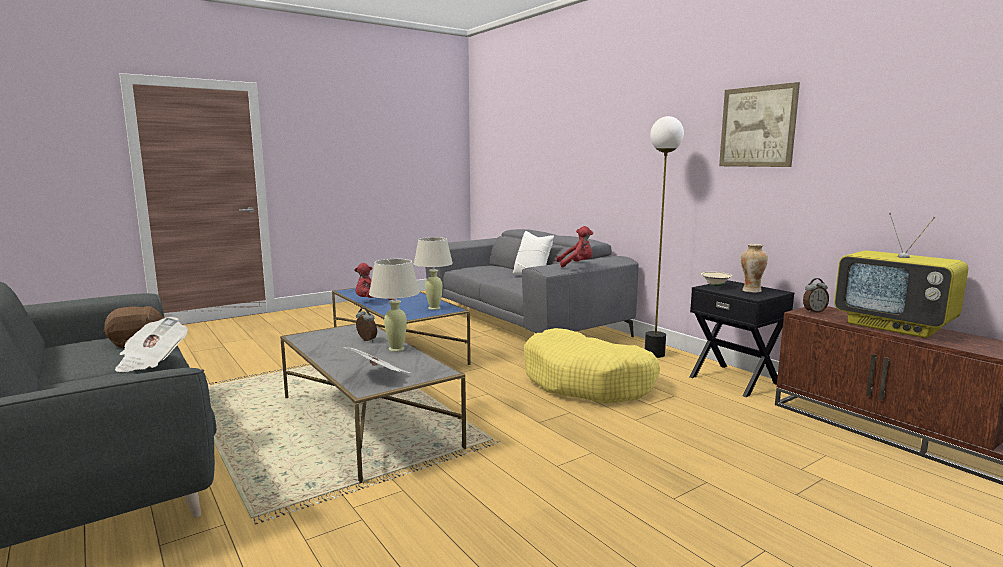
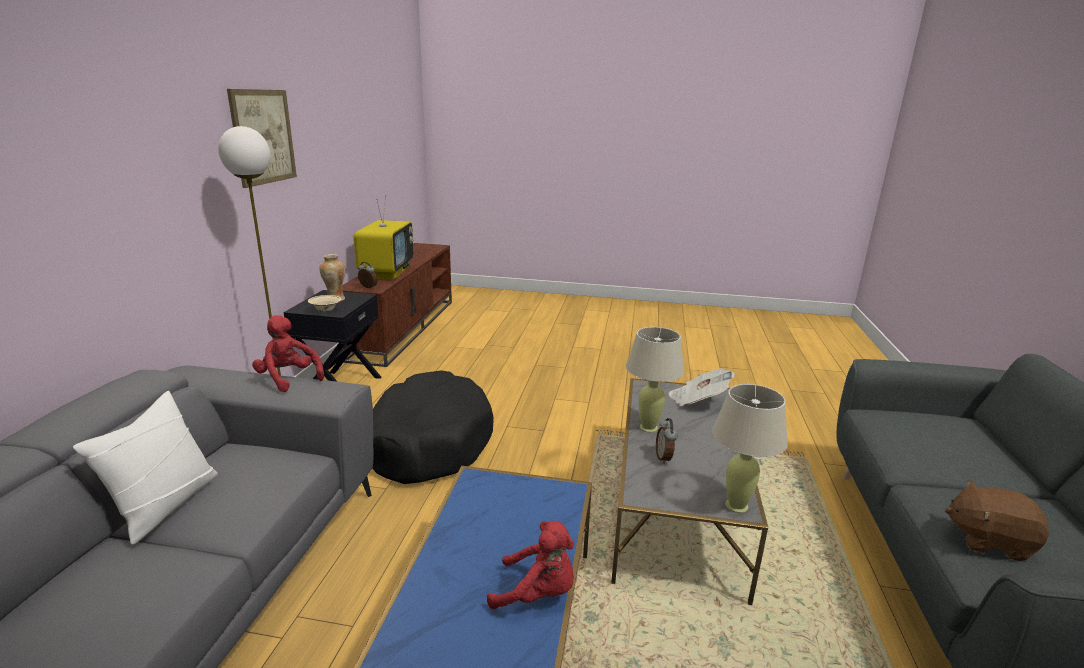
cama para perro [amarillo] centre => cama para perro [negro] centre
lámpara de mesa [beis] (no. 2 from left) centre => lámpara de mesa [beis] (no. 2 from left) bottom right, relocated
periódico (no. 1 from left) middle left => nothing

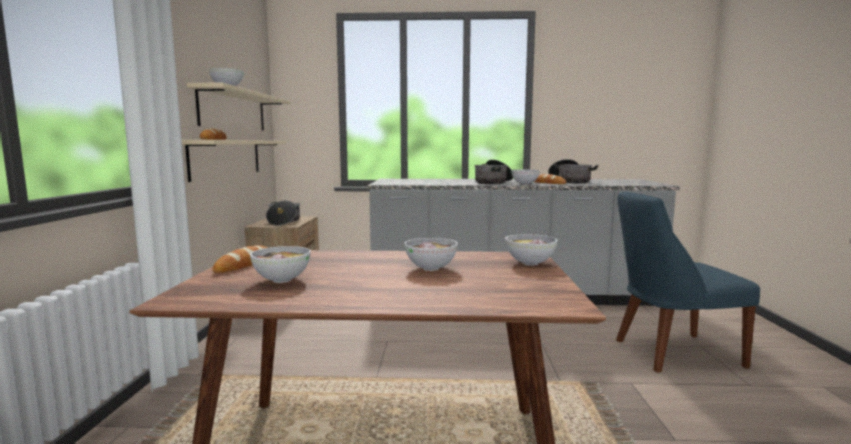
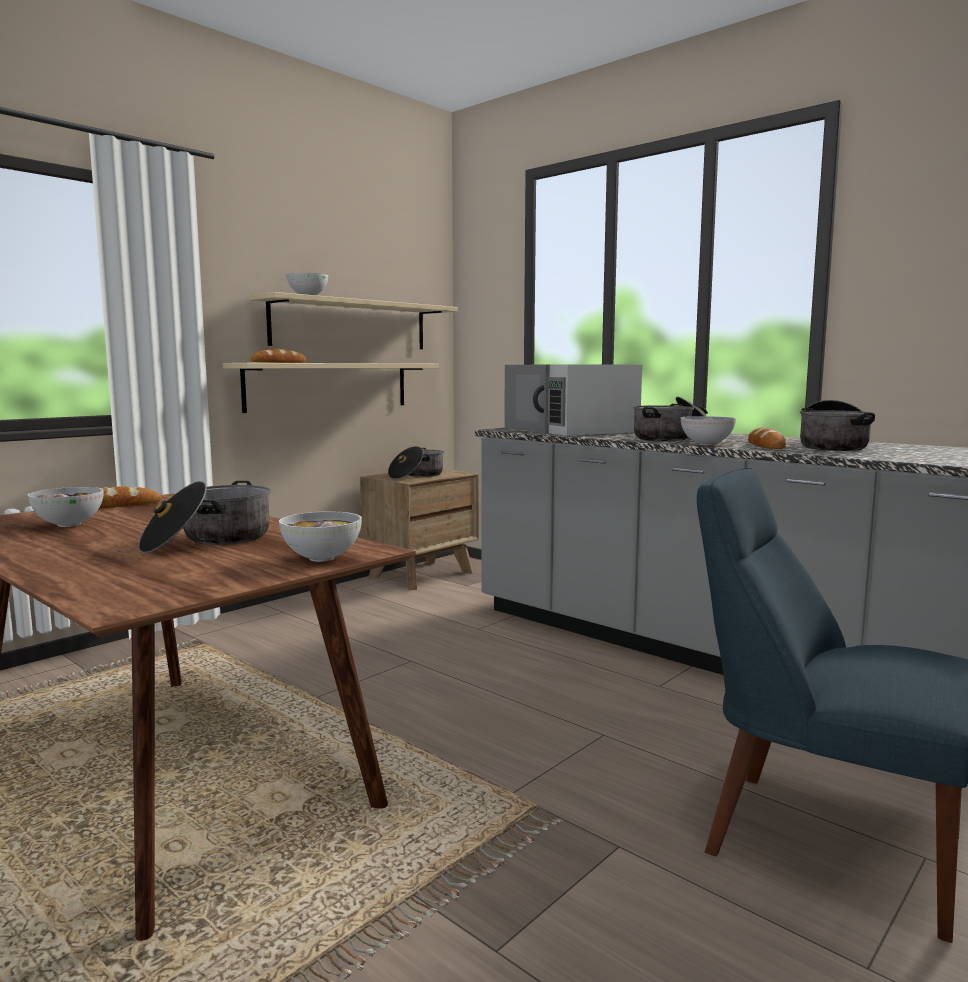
cuenco (no. 3 from left) centre => olla (no. 1 from left) middle left
nothing => microondas [blanco] centre

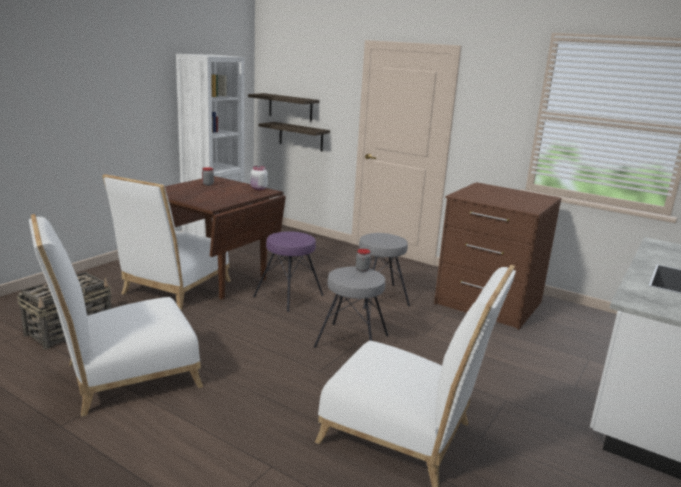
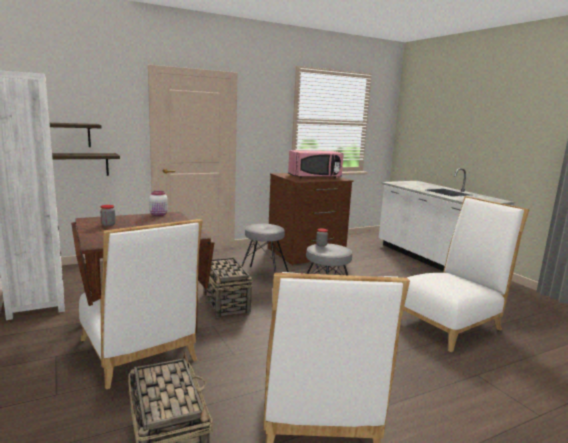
taburete [morado] centre => cesta (no. 2 from left) centre
nothing => microondas [rosa] centre

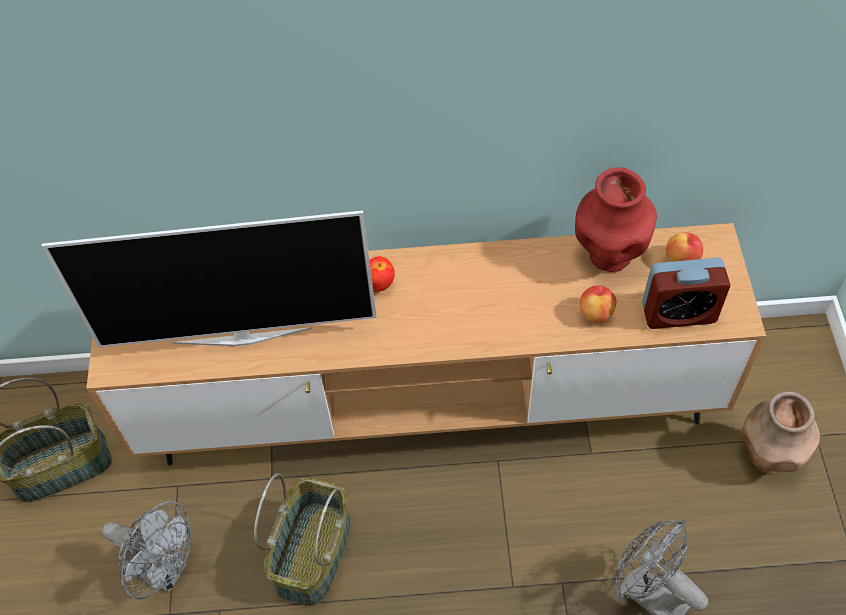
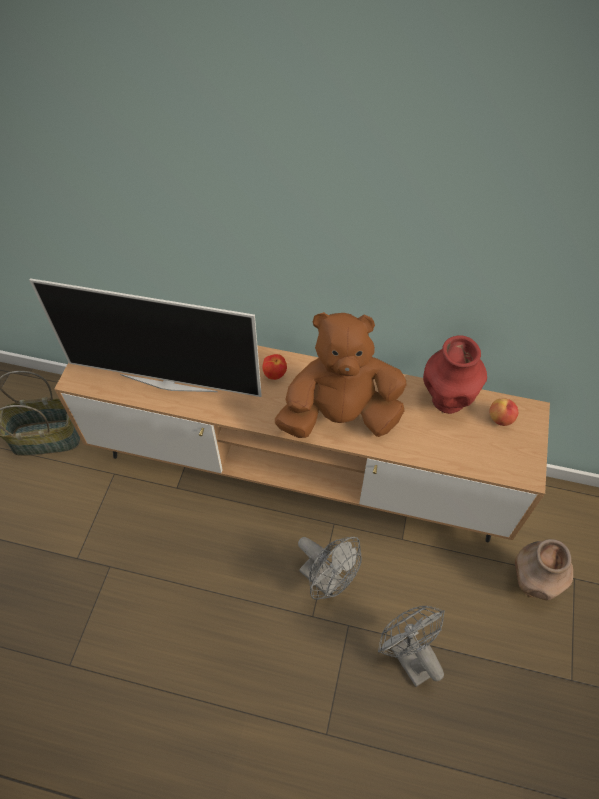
nothing => peluche [marrón] centre
ventilador [gris] (no. 1 from left) bottom left => ventilador [gris] (no. 1 from left) bottom centre, relocated
cesta (no. 2 from left) bottom centre => nothing
manzana (no. 2 from left) middle right => nothing
despertador middle right => nothing

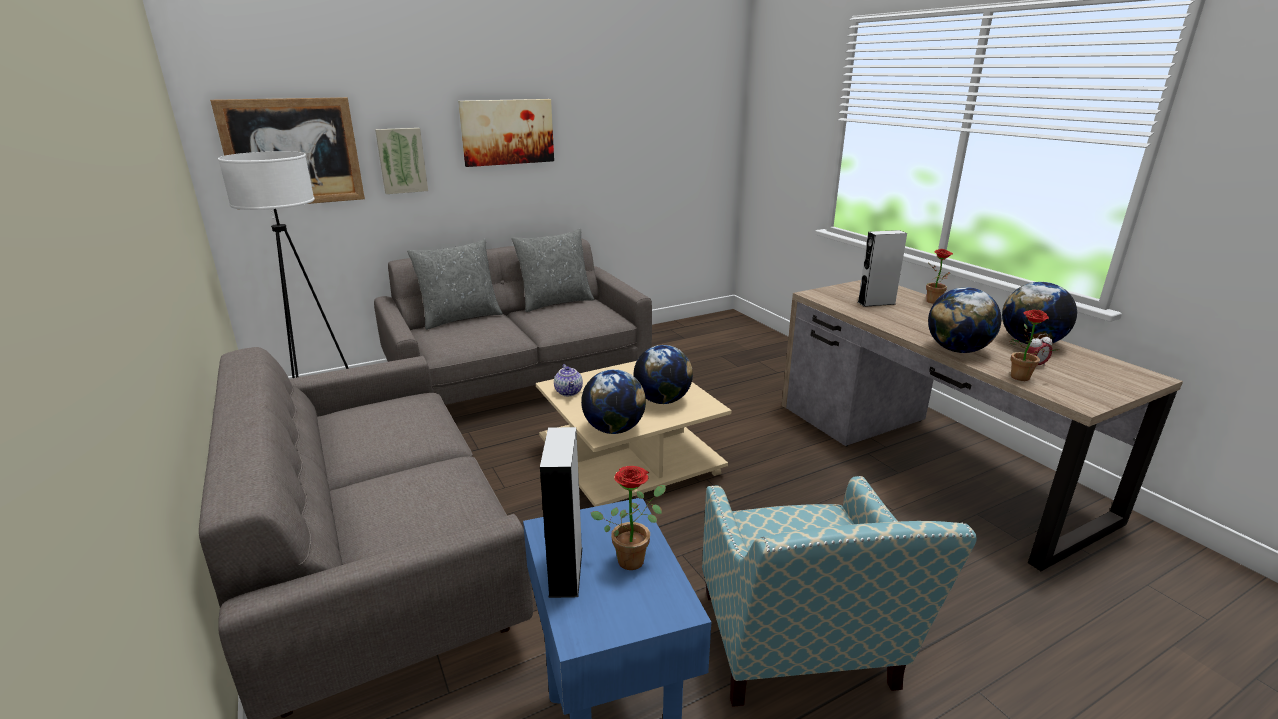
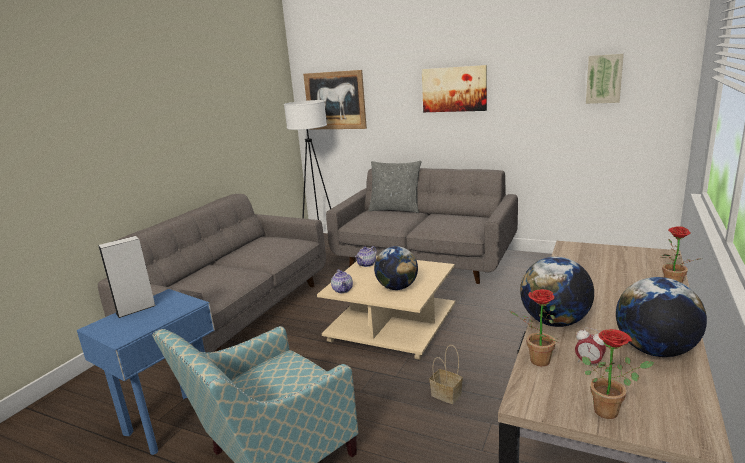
globo terráqueo (no. 1 from left) centre => tetera (no. 1 from left) centre
nothing => cesta bottom centre
planta en maceta (no. 1 from left in the first image) bottom centre => planta en maceta (no. 2 from left) bottom right, relocated
cuadro (no. 2 from left in the first image) top left => cuadro (no. 3 from left) top right, relocated
cojín [gris] (no. 2 from left) centre => nothing
altavoz [gris] (no. 2 from left) middle right => nothing

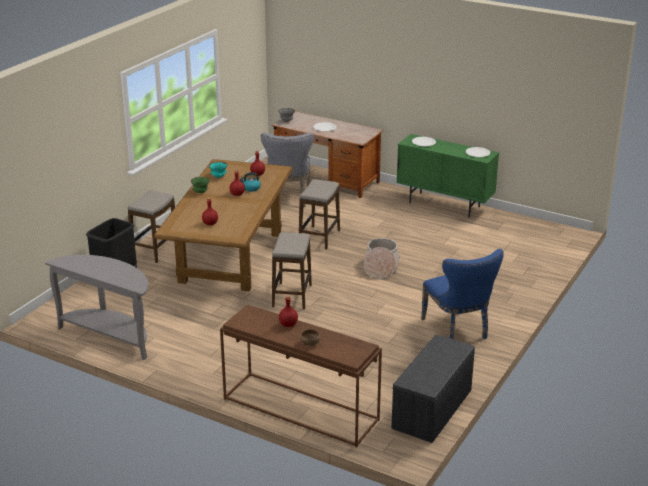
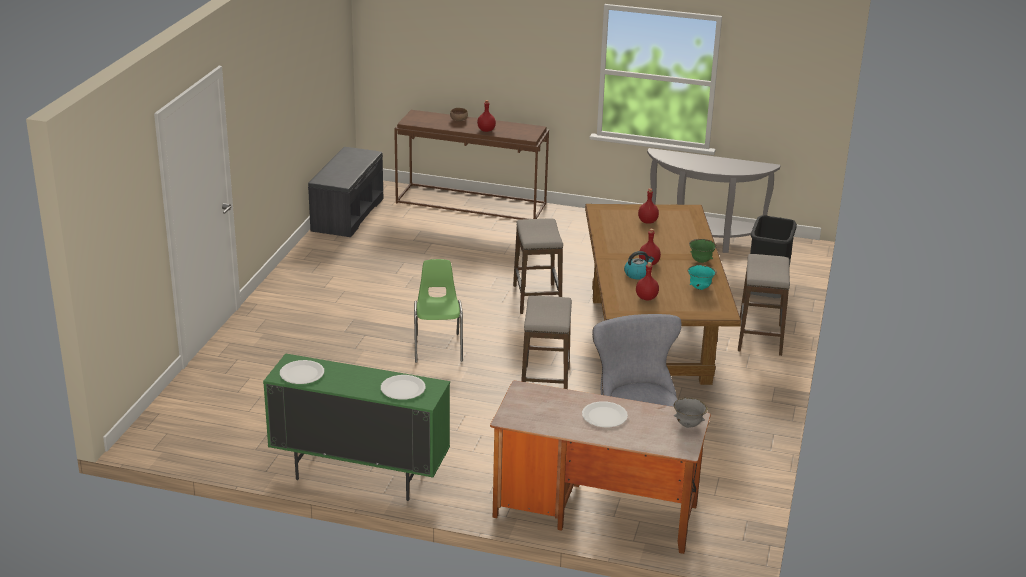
cesta centre => silla [verde] centre
silla [azul] middle right => nothing

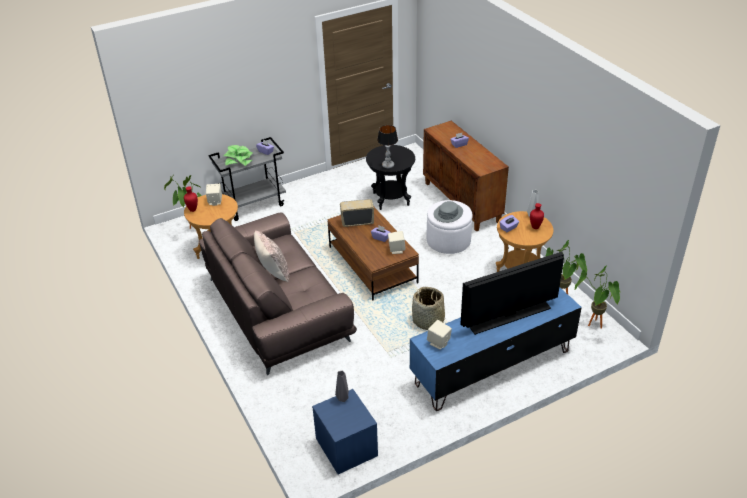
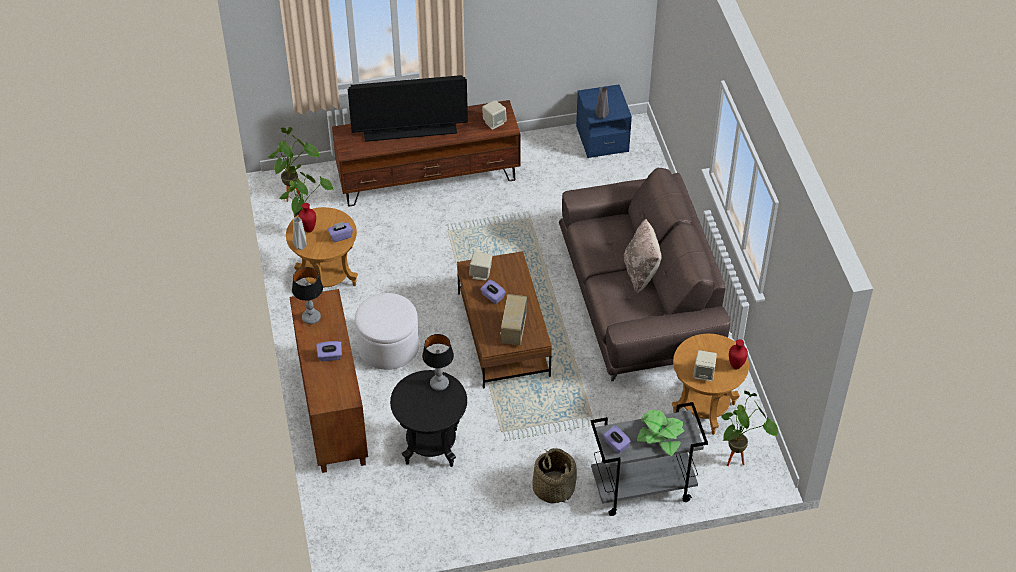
nothing => lámpara de mesa (no. 1 from left) middle left
mueble de televisión [azul] bottom centre => mueble de televisión [marrón] top centre
radio centre, 90 degrees clockwise
cesta centre => cesta bottom centre, relocated
sombrero [gris] centre => nothing

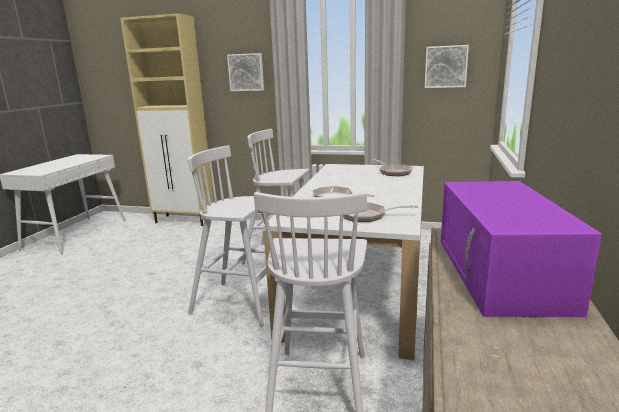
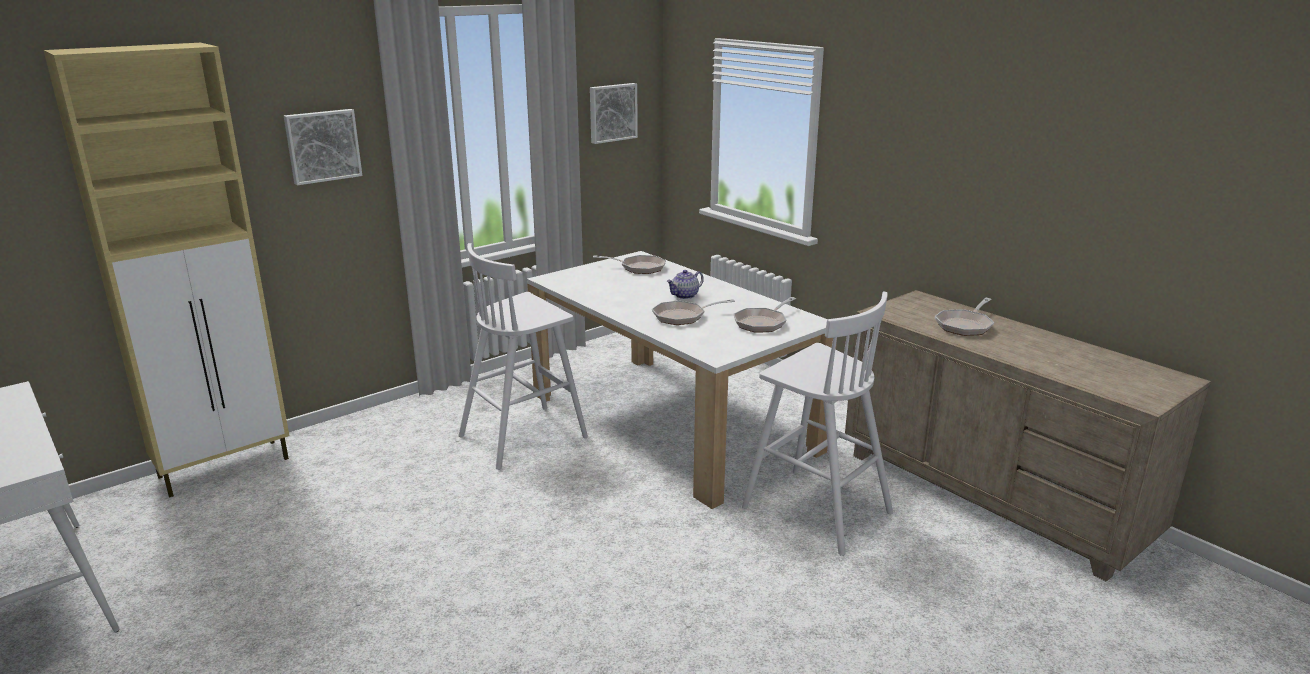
nothing => tetera centre
microondas [morado] middle right => sartén (no. 4 from left) middle right
taburete [blanco] (no. 1 from left) centre => nothing

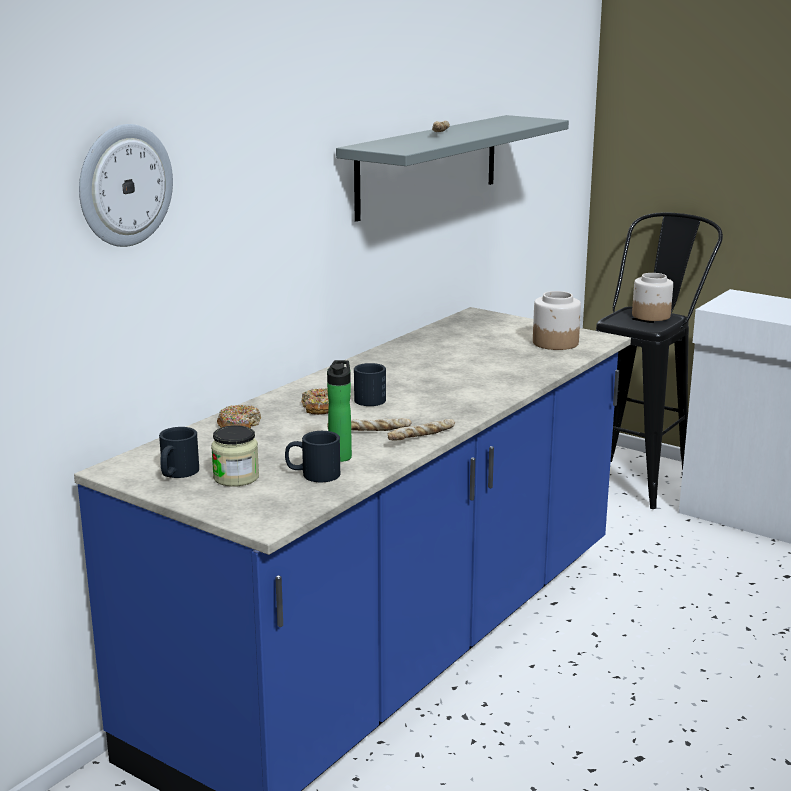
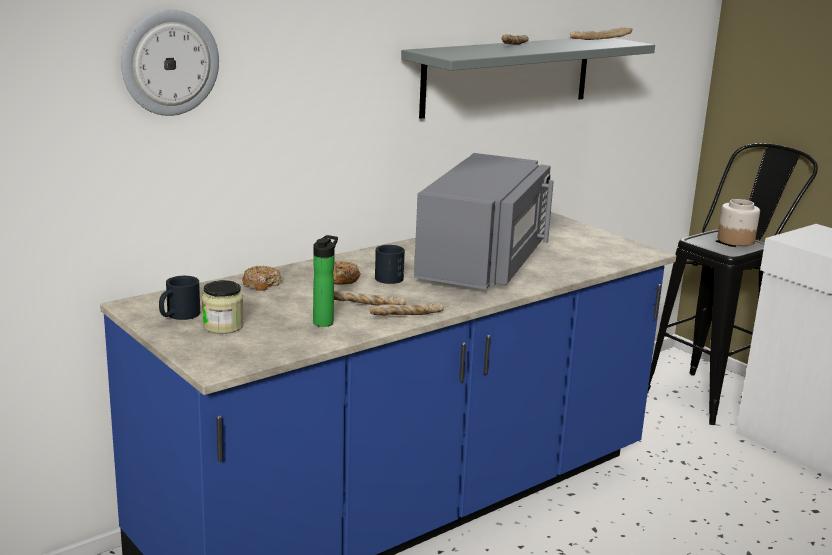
nothing => microondas [gris] centre
nothing => pan (no. 4 from left) top right
taza grande [negro] (no. 2 from left) centre => nothing
tarro (no. 2 from left) middle right => nothing

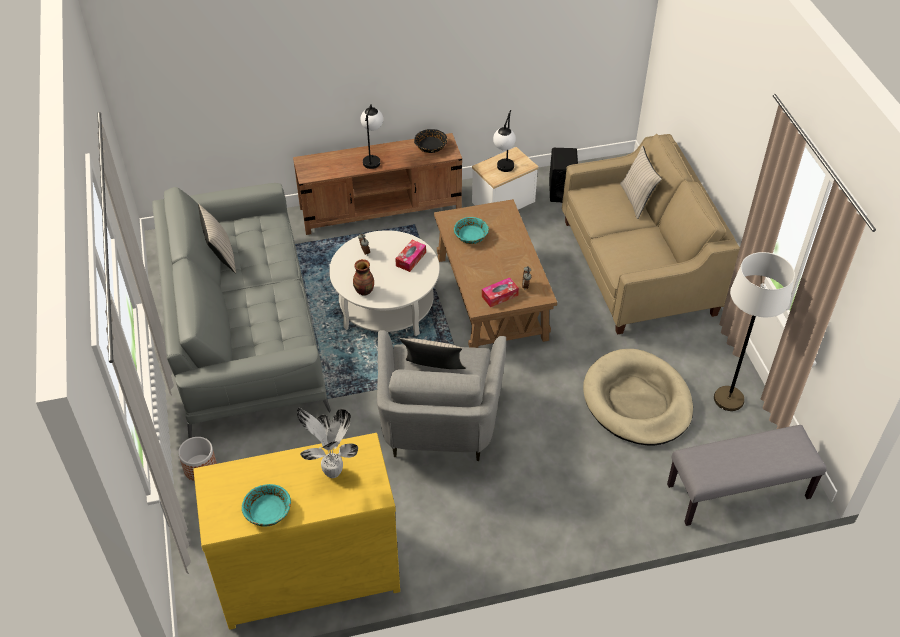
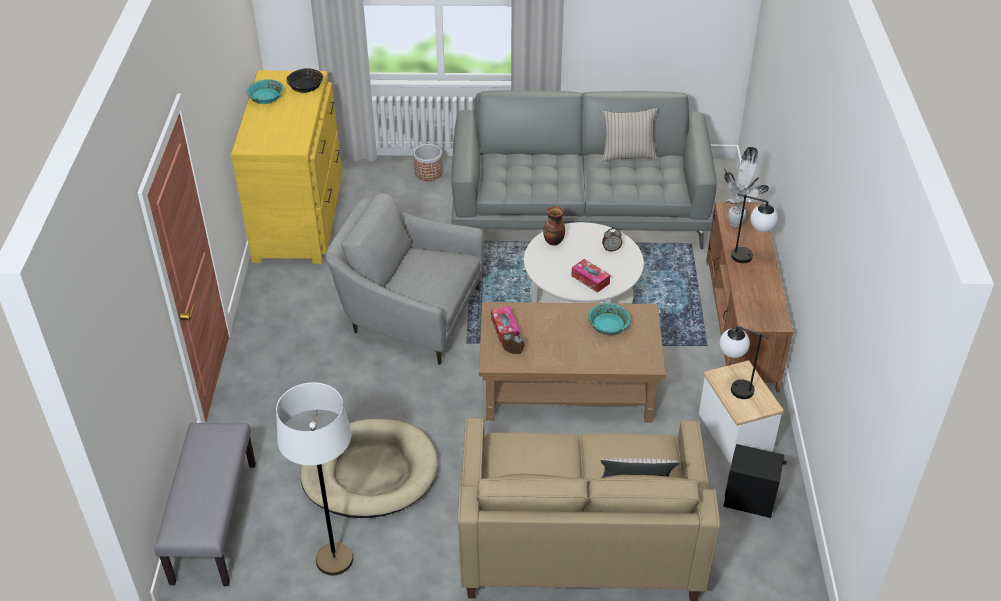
cuenco [negro] top centre => cuenco [negro] top left, relocated
planta en maceta bottom centre => planta en maceta top right, relocated
cojín [beis] (no. 2 from left) centre => nothing

